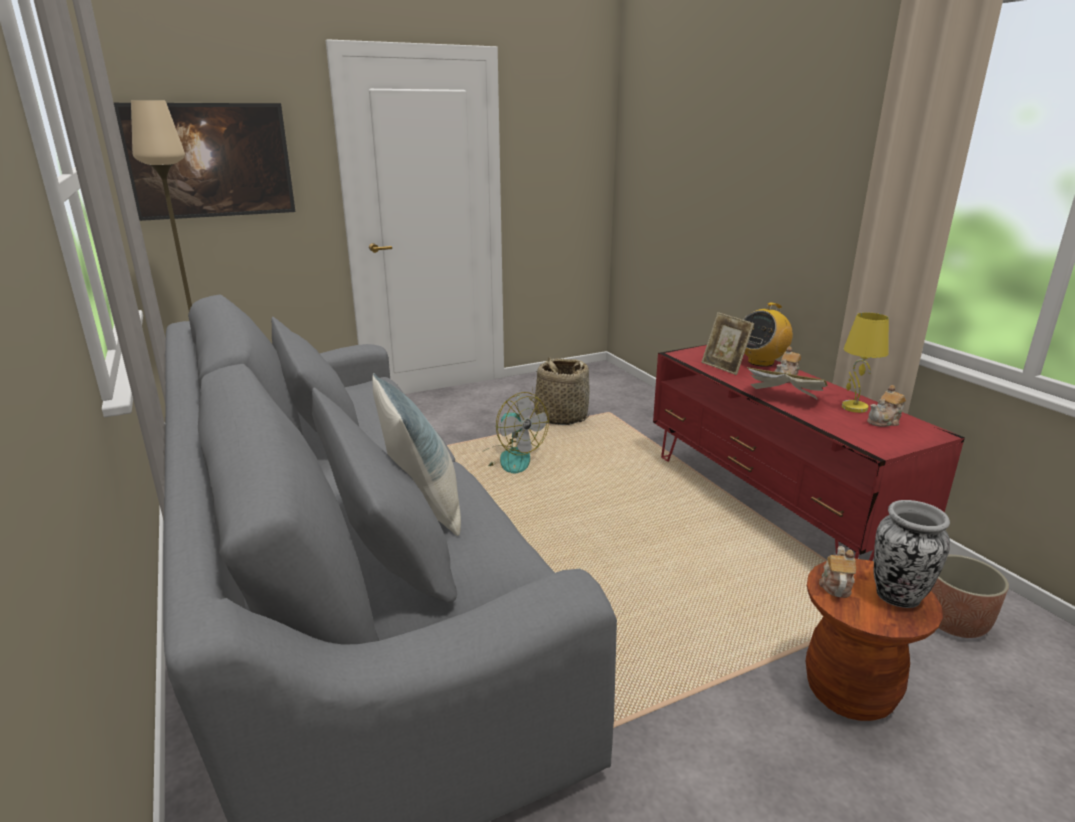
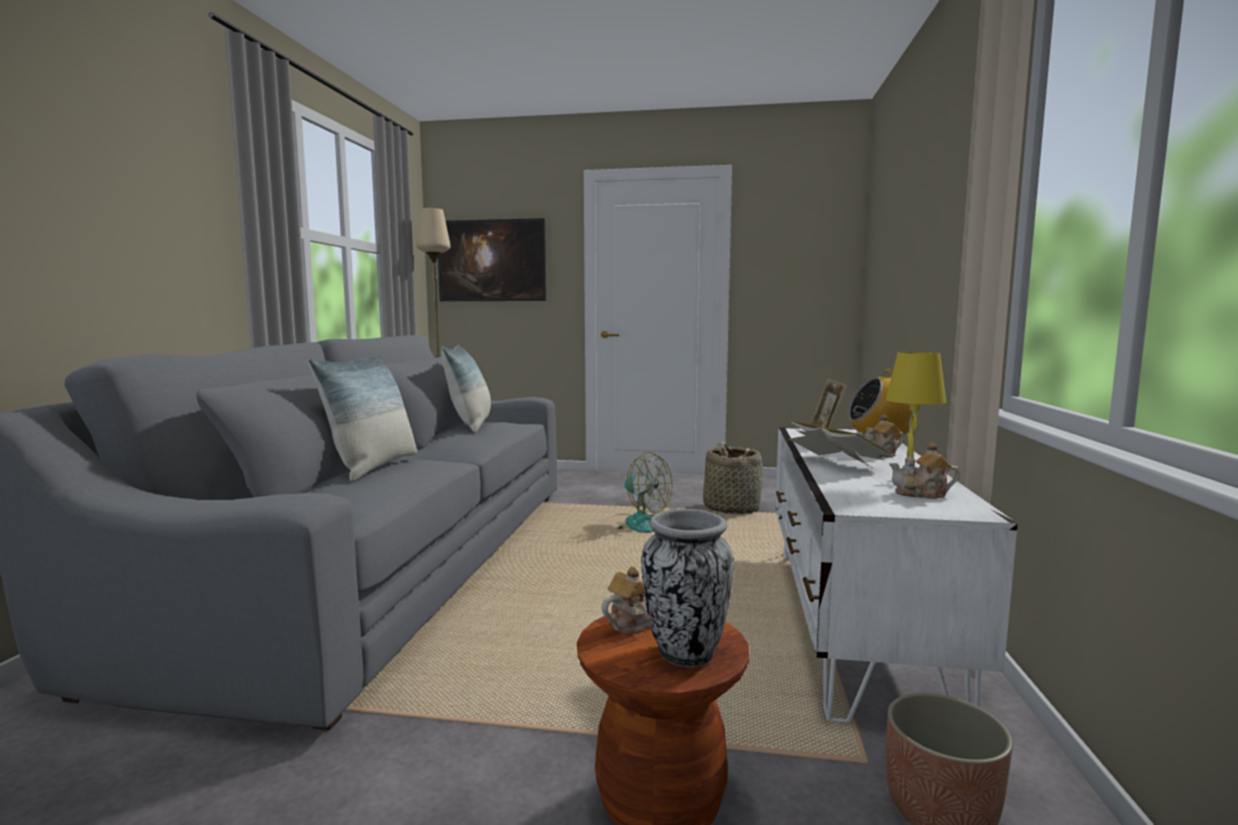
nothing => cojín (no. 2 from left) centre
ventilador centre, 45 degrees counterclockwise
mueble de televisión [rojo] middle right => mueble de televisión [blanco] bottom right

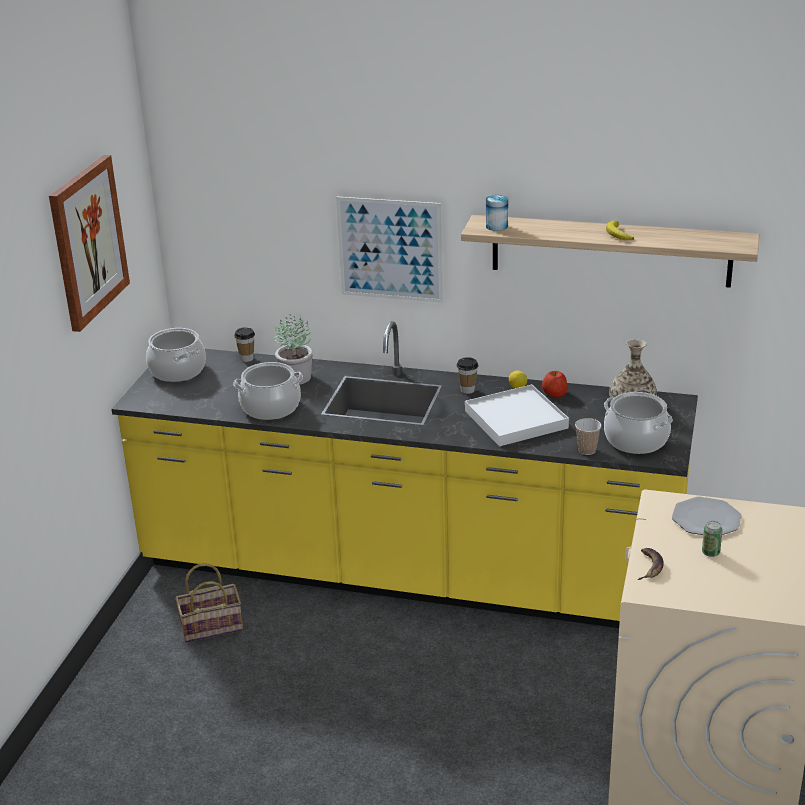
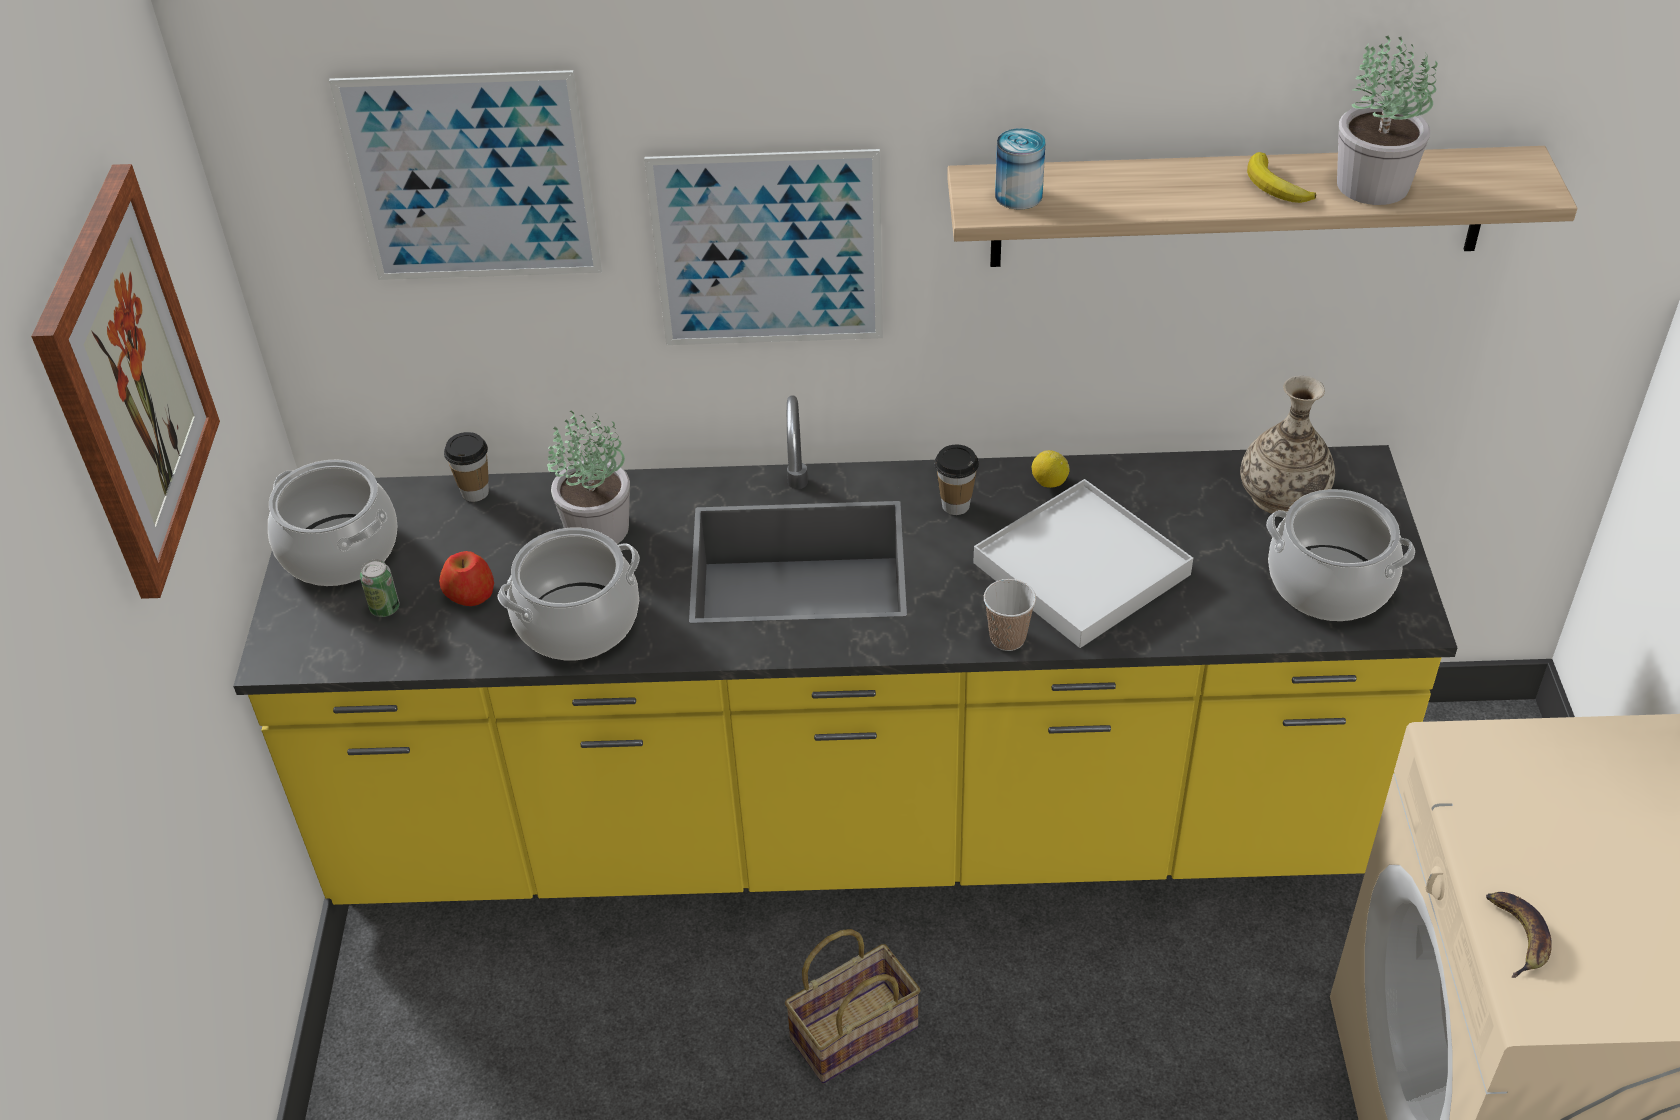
nothing => cuadro (no. 2 from left) top left
lata (no. 2 from left in the first image) bottom right => lata (no. 1 from left) middle left, relocated
manzana middle right => manzana middle left, relocated
cesta bottom left => cesta bottom centre, relocated
taza (no. 3 from left) middle right => taza (no. 3 from left) centre, relocated
nothing => planta en maceta (no. 2 from left) top right
plato middle right => nothing

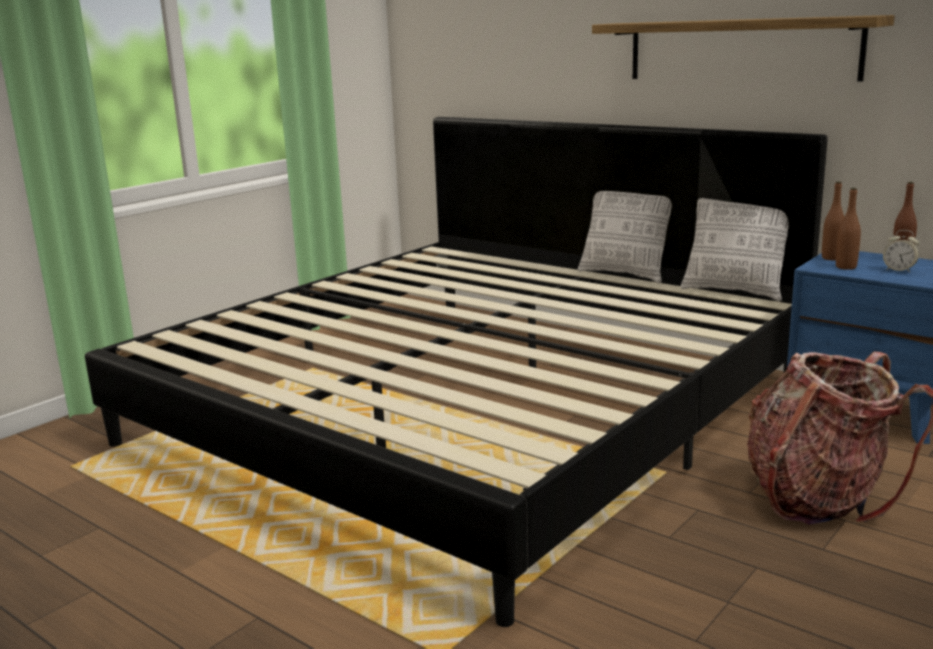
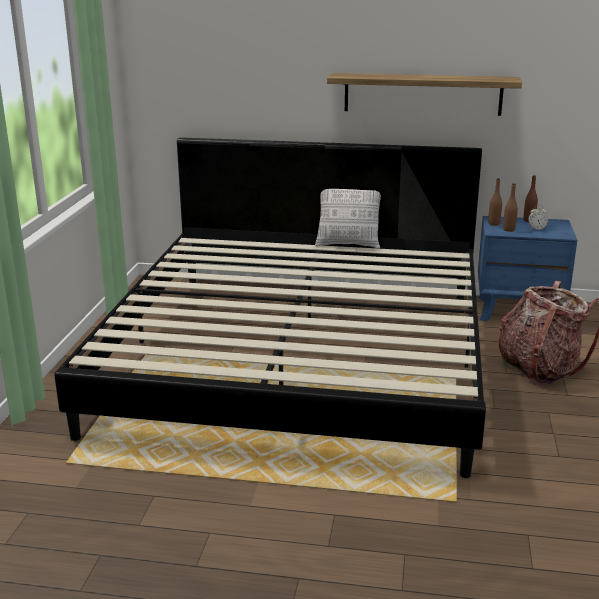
cojín (no. 2 from left) middle right => nothing

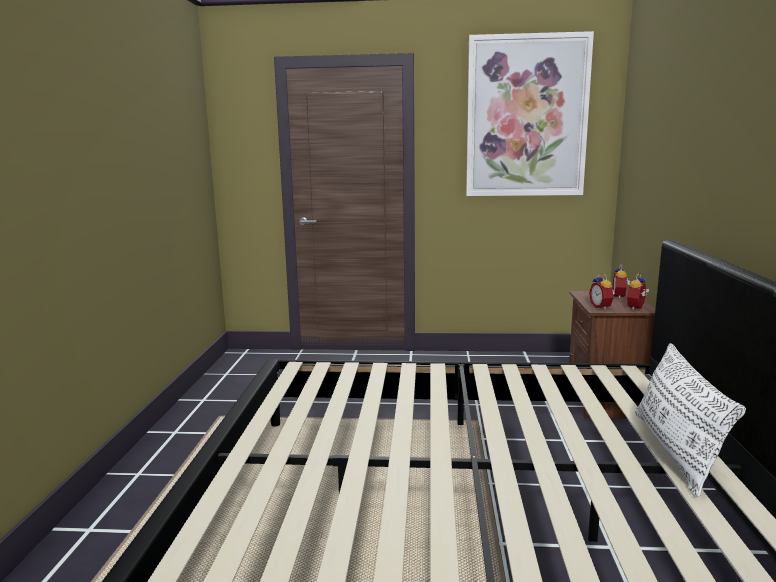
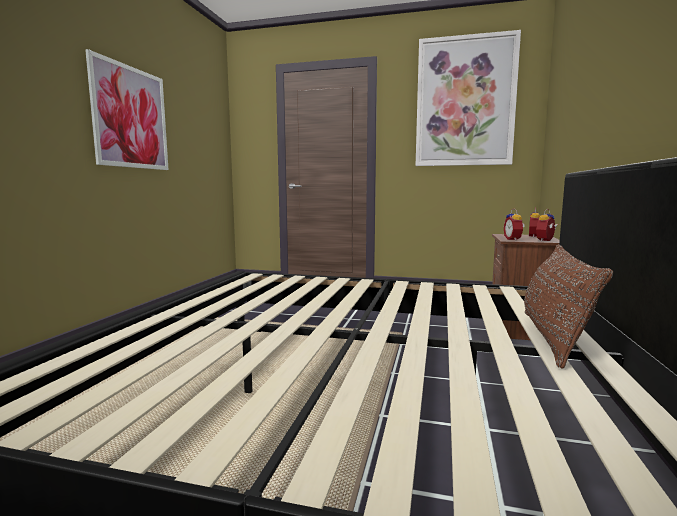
nothing => cuadro (no. 1 from left) top left
cojín [blanco] bottom right => cojín [marrón] middle right

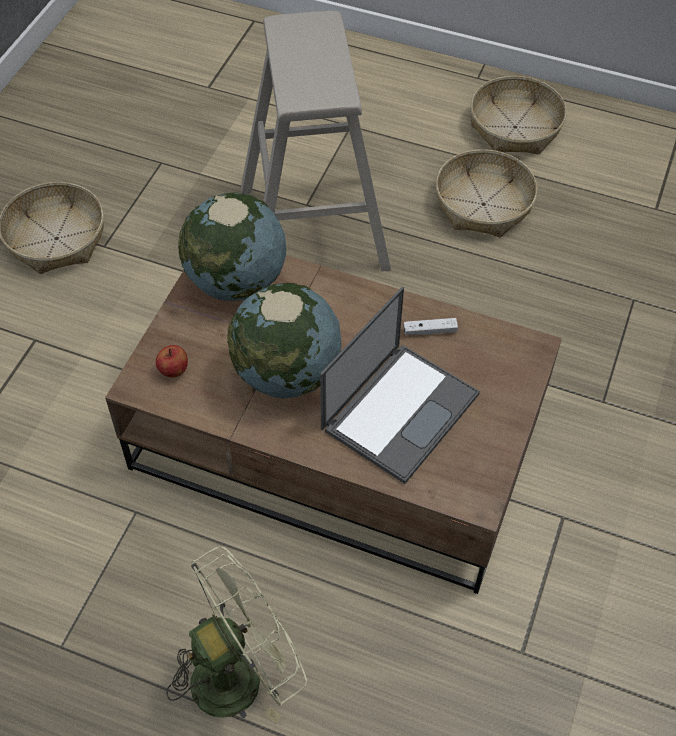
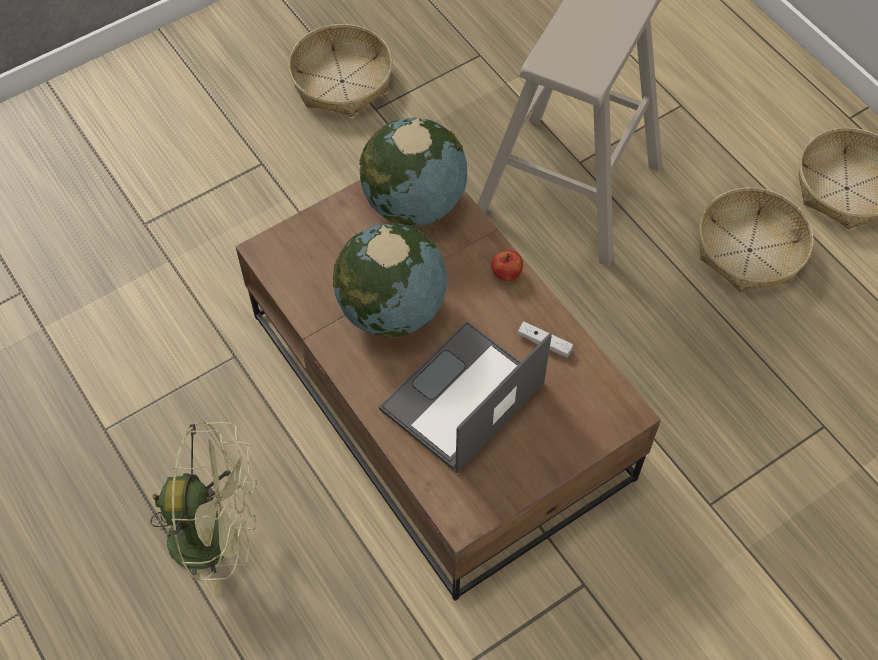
portátil centre, 150 degrees clockwise
manzana middle left => manzana centre, relocated

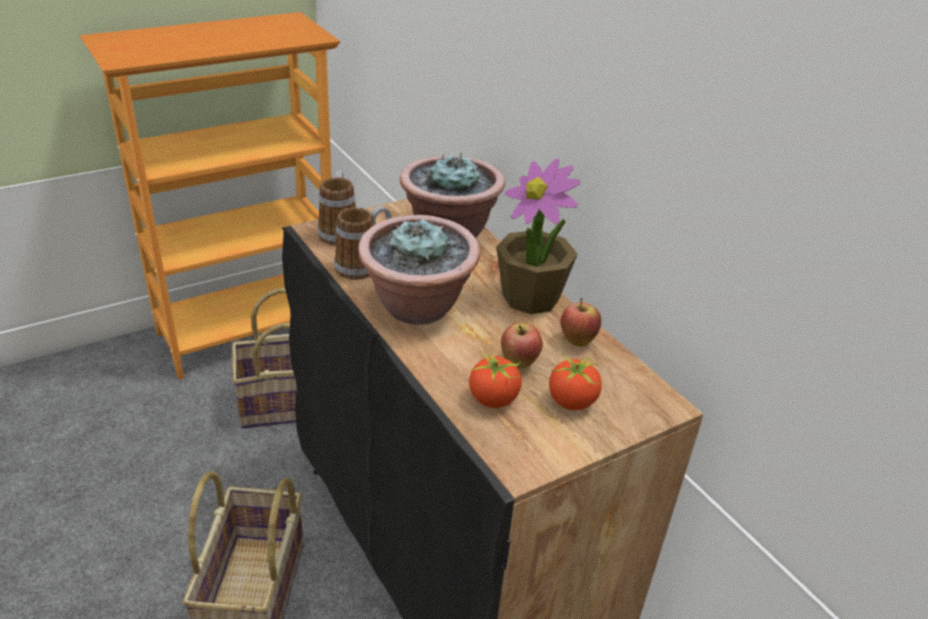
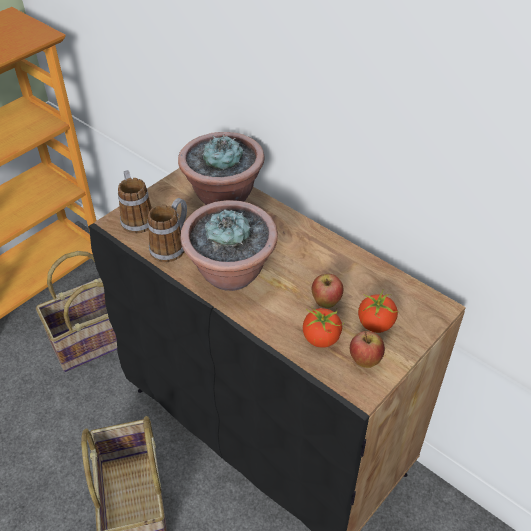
manzana (no. 2 from left) centre => manzana (no. 2 from left) middle right, relocated
planta en maceta (no. 3 from left) centre => nothing

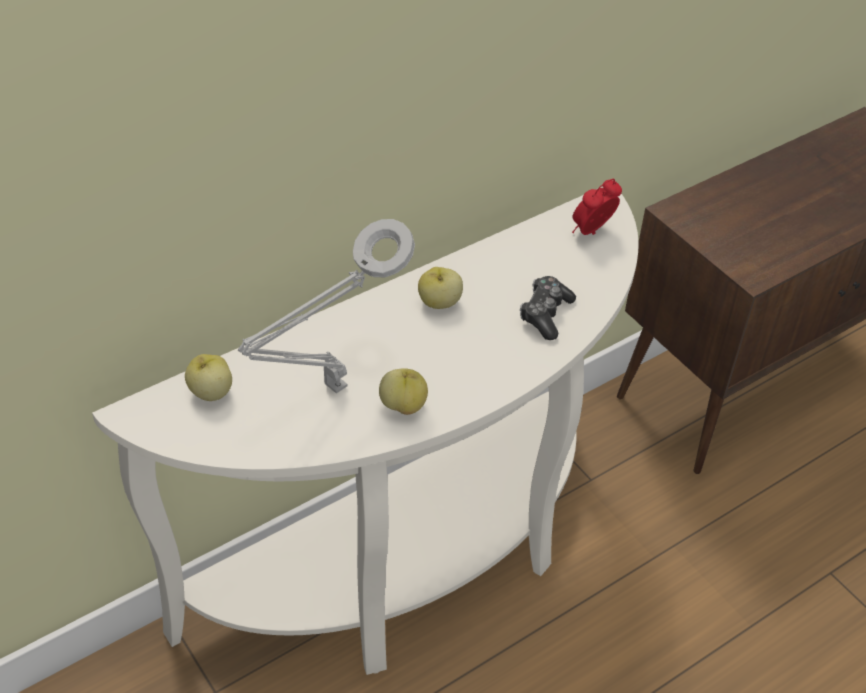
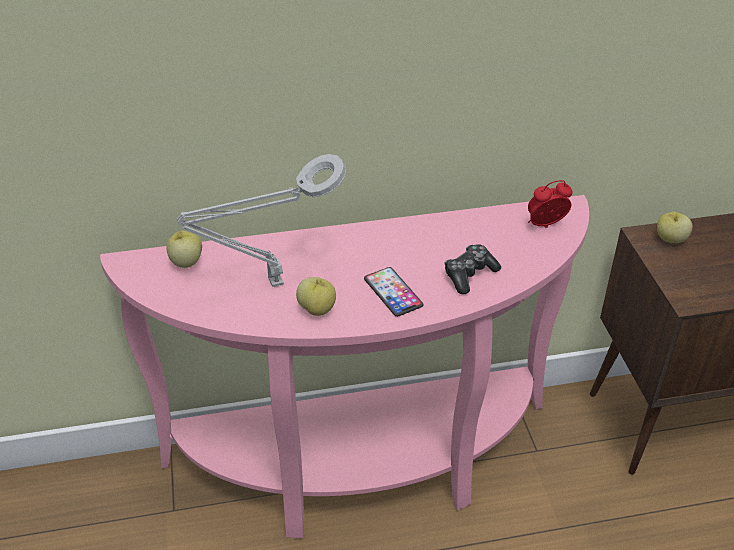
mesa consola [blanco] centre => mesa consola [rosa] bottom centre
nothing => móvil centre
manzana (no. 3 from left) centre => manzana (no. 3 from left) middle right, relocated

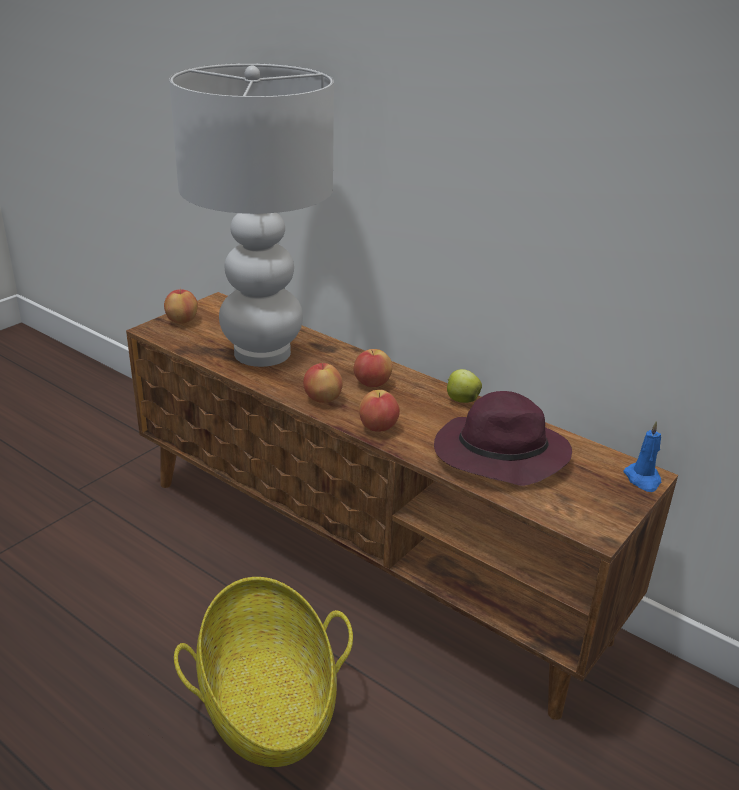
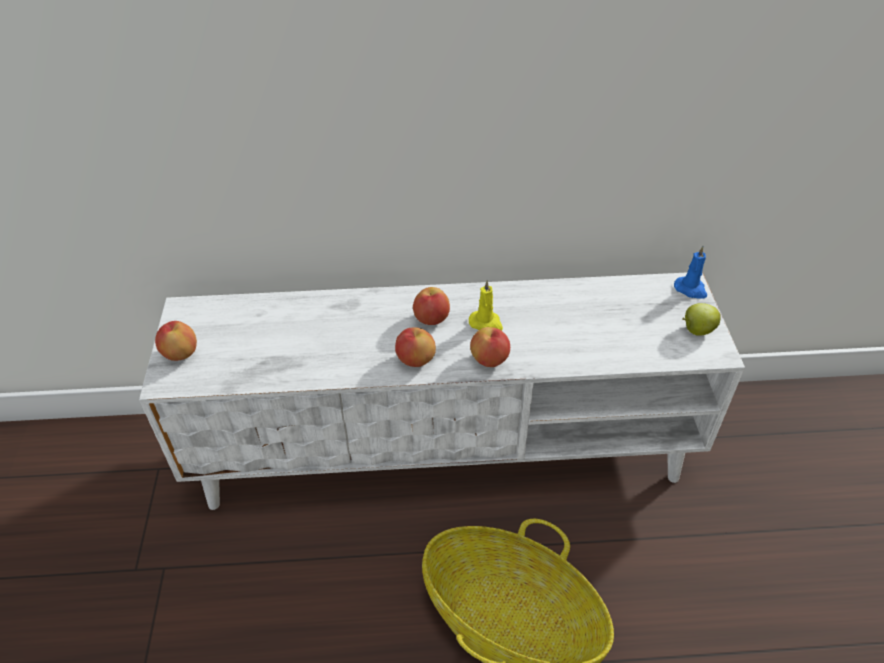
mueble de televisión [marrón] centre => mueble de televisión [blanco] centre
nothing => vela [amarillo] centre
manzana (no. 5 from left) centre => manzana (no. 5 from left) middle right, relocated
lámpara de mesa [blanco] top centre => nothing
sombrero [morado] middle right => nothing

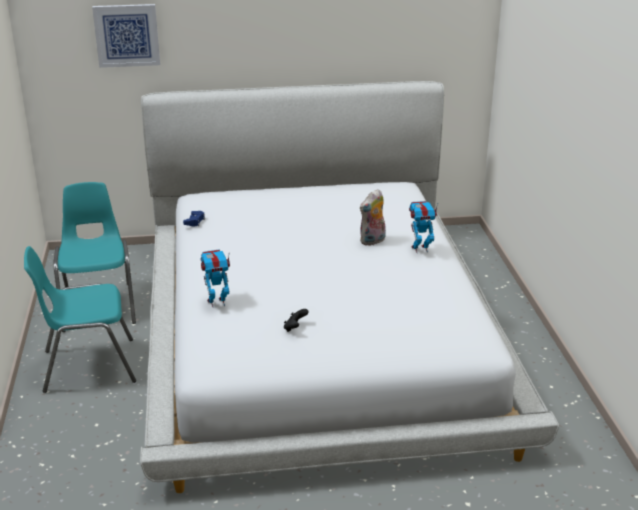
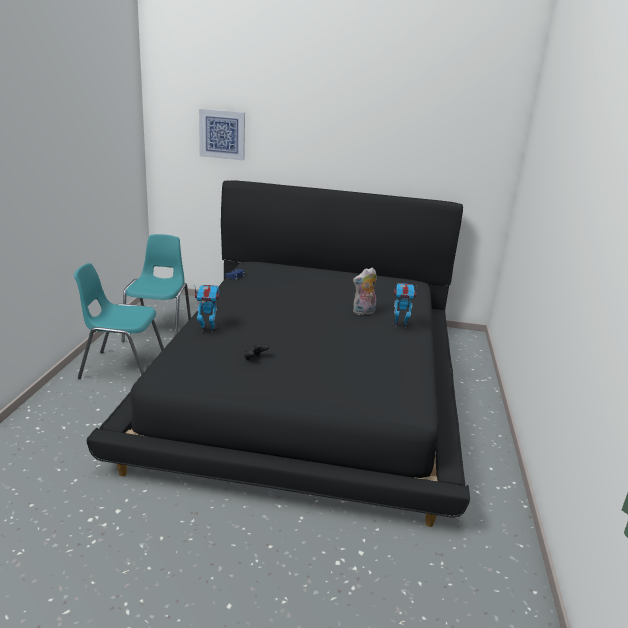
cama [blanco] centre => cama [negro] centre

